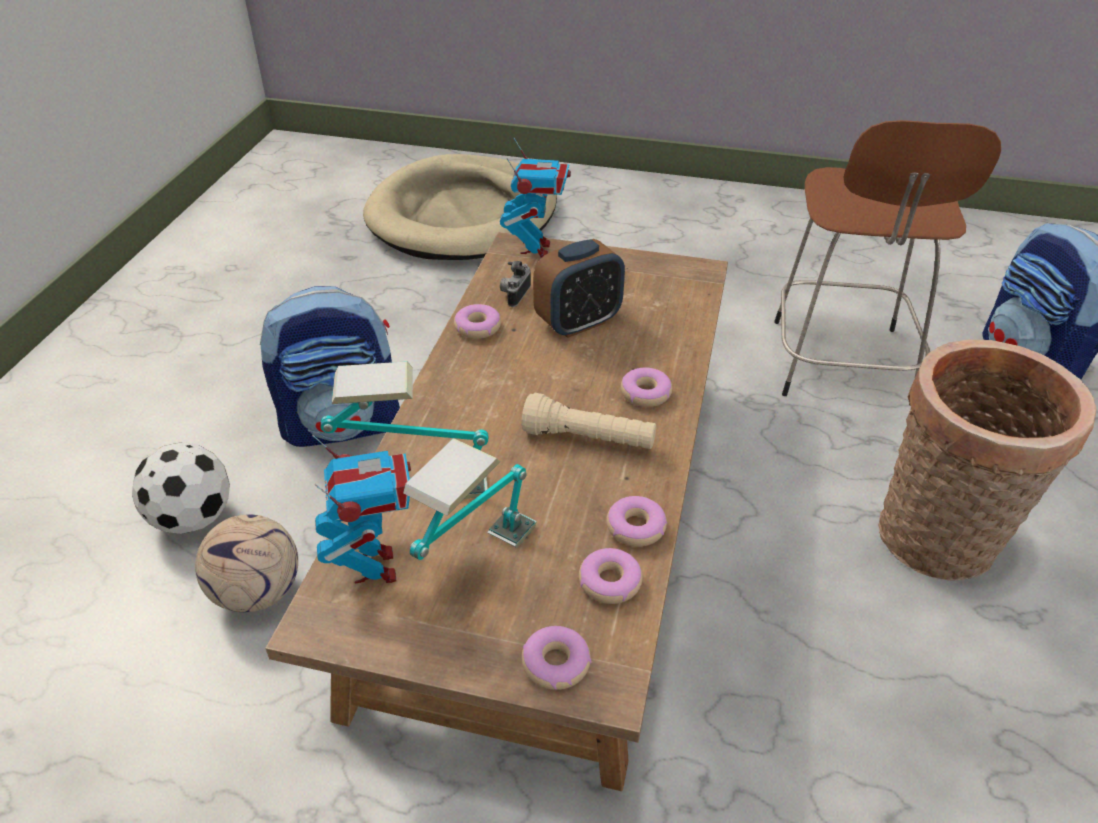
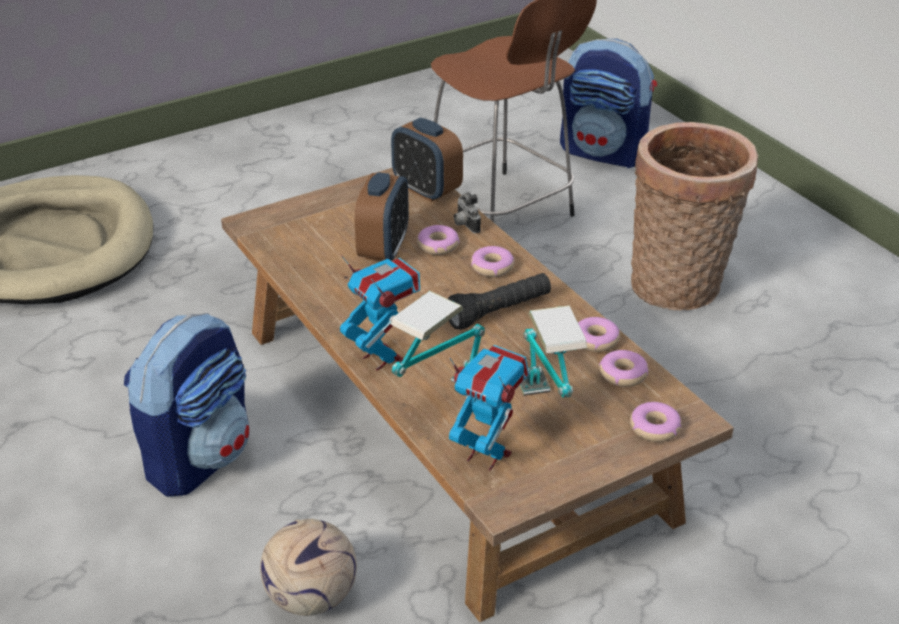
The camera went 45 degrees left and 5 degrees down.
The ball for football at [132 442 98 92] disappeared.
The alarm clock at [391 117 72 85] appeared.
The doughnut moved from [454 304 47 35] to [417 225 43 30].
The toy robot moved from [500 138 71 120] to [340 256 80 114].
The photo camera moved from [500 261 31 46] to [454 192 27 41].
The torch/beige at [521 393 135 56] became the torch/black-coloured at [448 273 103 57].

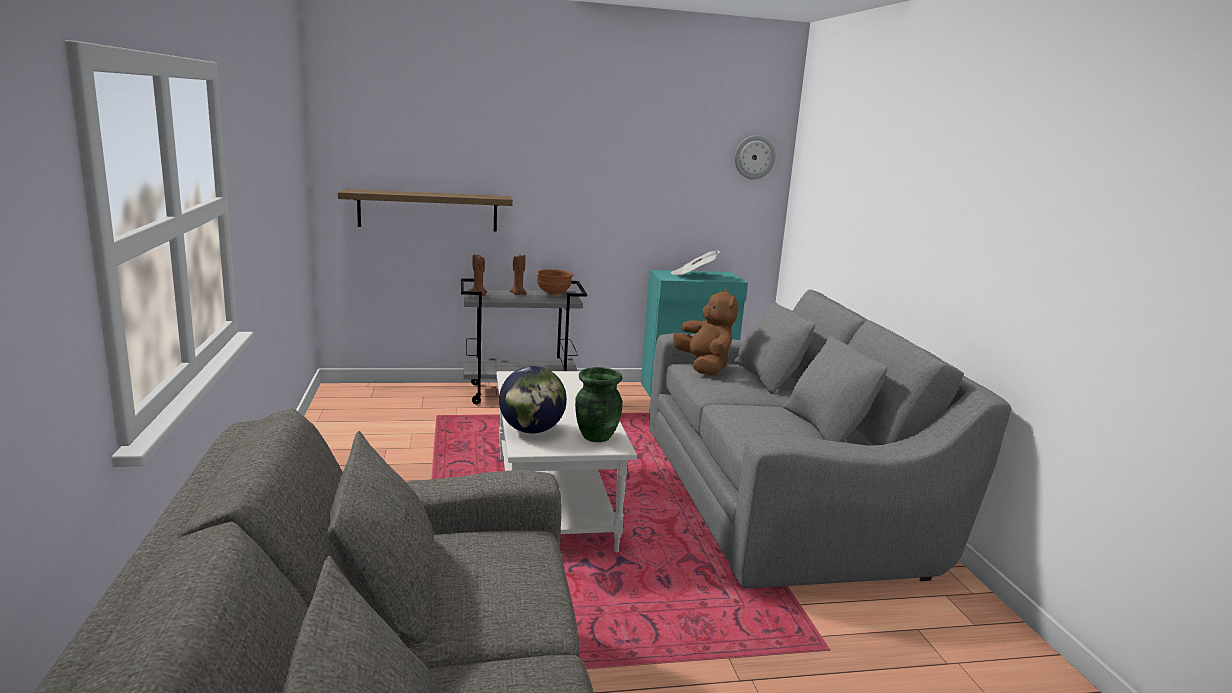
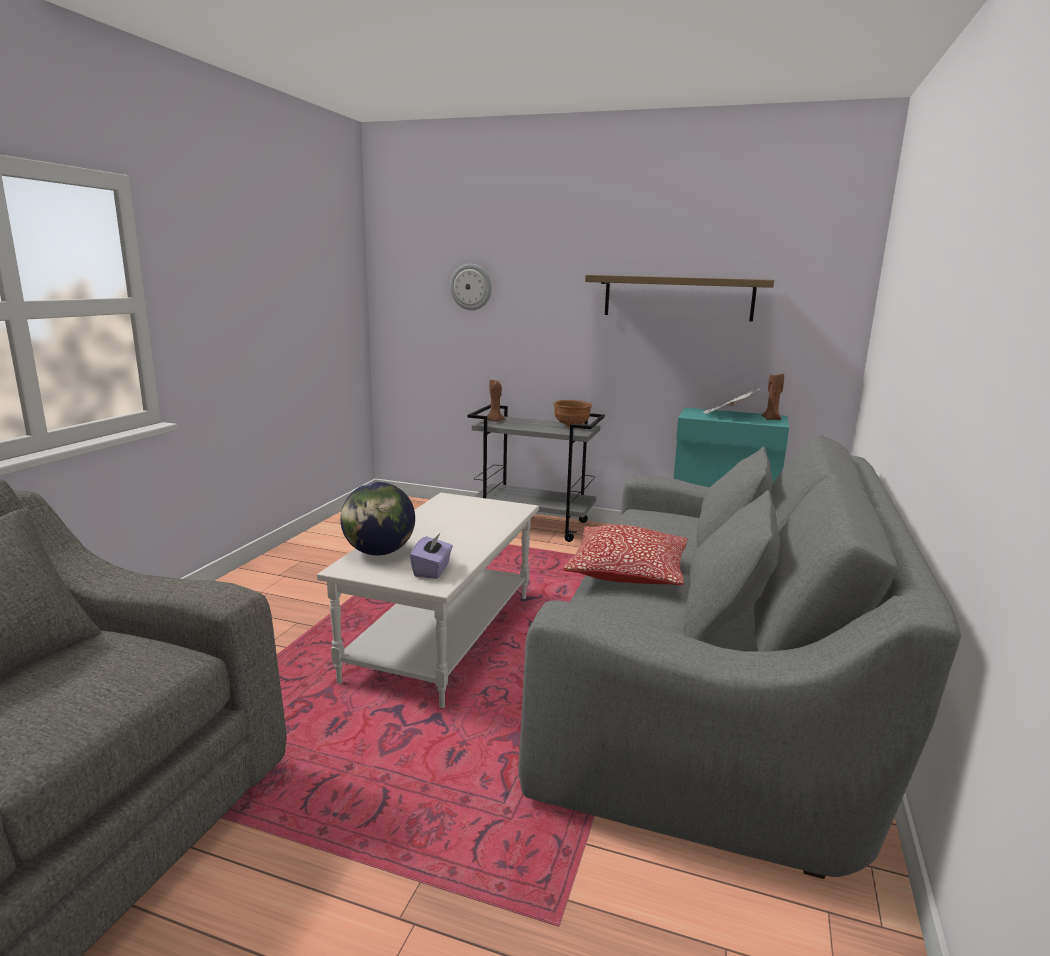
The camera went 30 degrees right and 0 degrees up.
The soft toy/brownish at [673 289 65 87] disappeared.
The pillow at [563 524 125 61] appeared.
The shelf moved from [338 189 175 43] to [585 275 189 47].
The wax light/brownish moved from [510 255 17 40] to [761 374 23 46].
The hanging clock moved from [735 135 41 44] to [450 264 42 46].
The decorative vase/green at [575 367 48 75] was replaced by the tissue box/purple at [410 532 43 47].

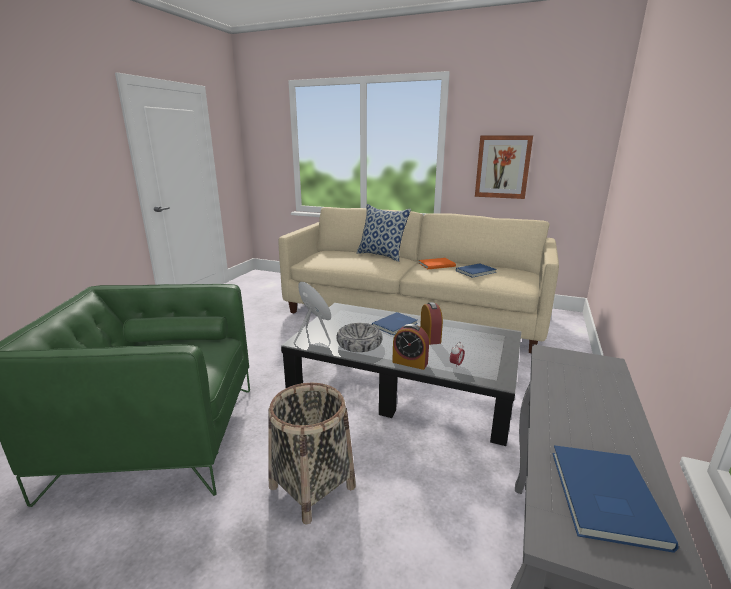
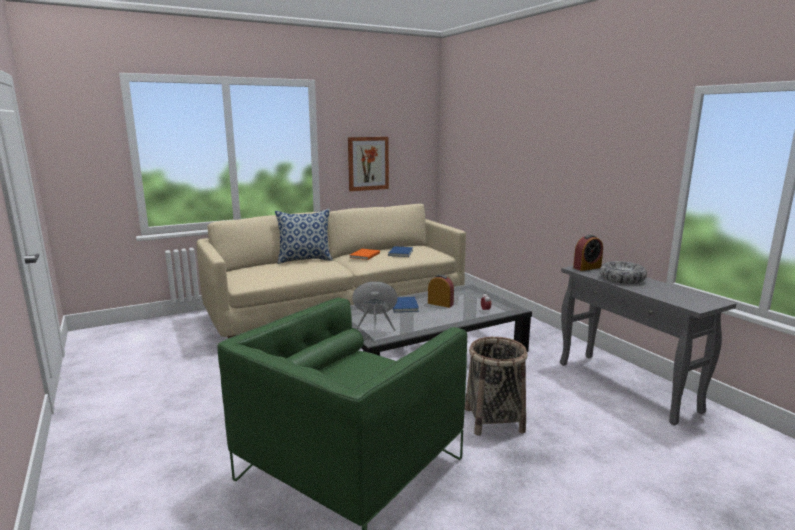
The camera went 50 degrees left and 5 degrees down.
The bound book/blue-coloured at [552 445 127 108] disappeared.
The serving bowl moved from [336 323 47 29] to [600 261 47 23].
The alarm clock moved from [392 324 37 46] to [573 235 30 36].

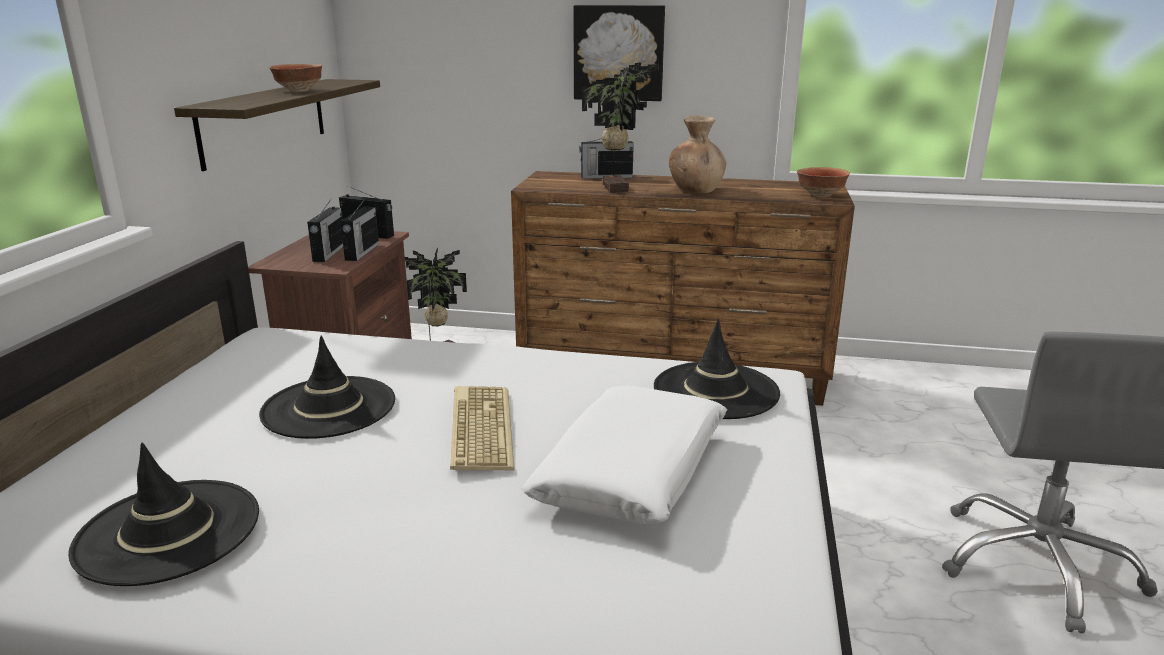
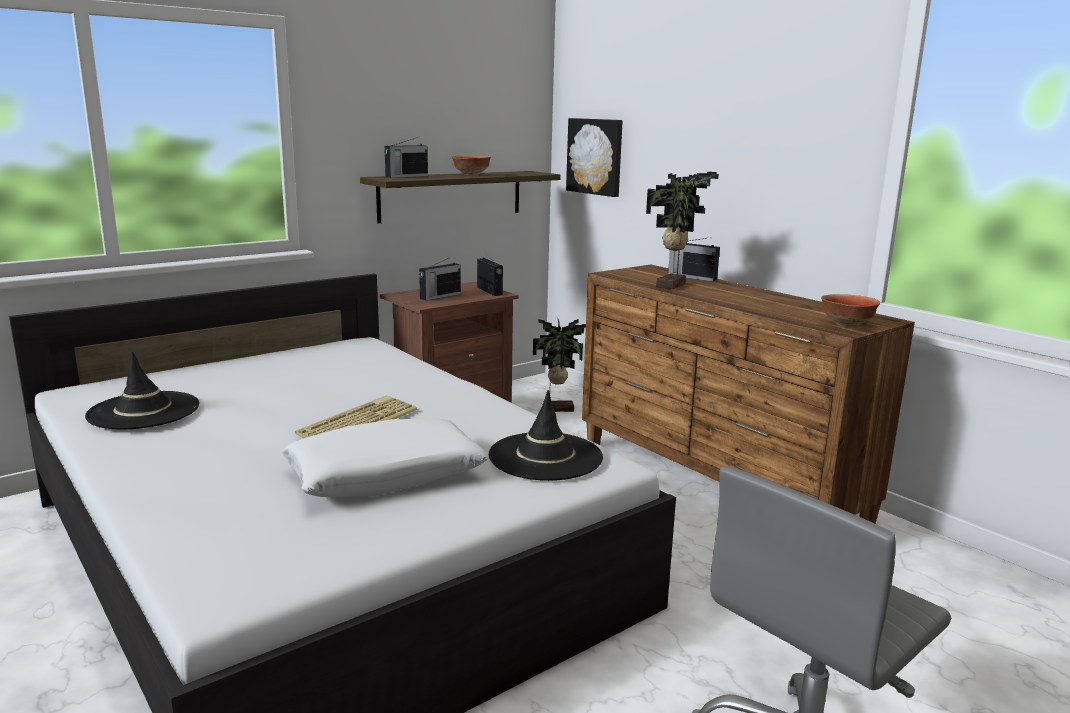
The camera went 40 degrees right and 5 degrees down.
The wearable hat/black-coloured at [259 336 136 103] disappeared.
The decorative vase/brownish at [669 116 57 77] disappeared.
The radio receiver moved from [340 198 39 63] to [384 137 44 41].
The wall art moved from [573 5 92 96] to [566 118 57 79].

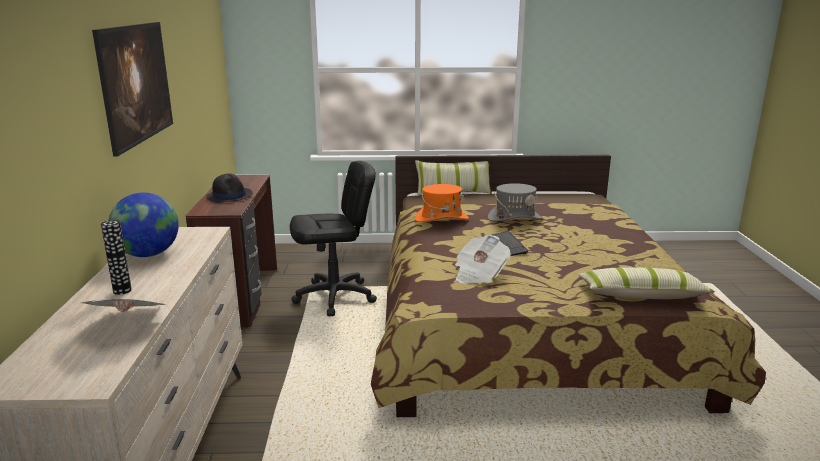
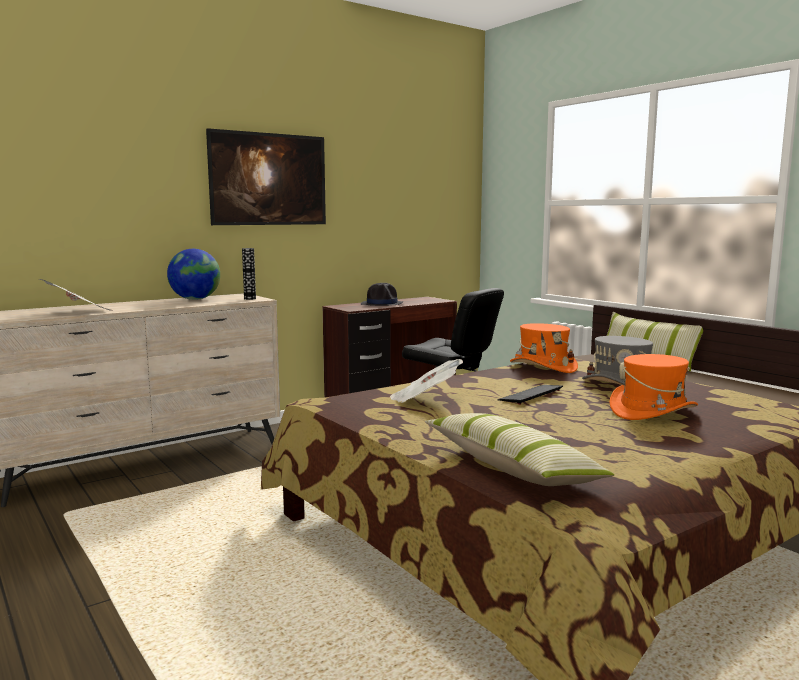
The camera went 55 degrees right and 10 degrees down.
The wearable hat/orange at [609 354 89 66] appeared.
The decorative vase moved from [101 220 31 75] to [242 248 14 52].

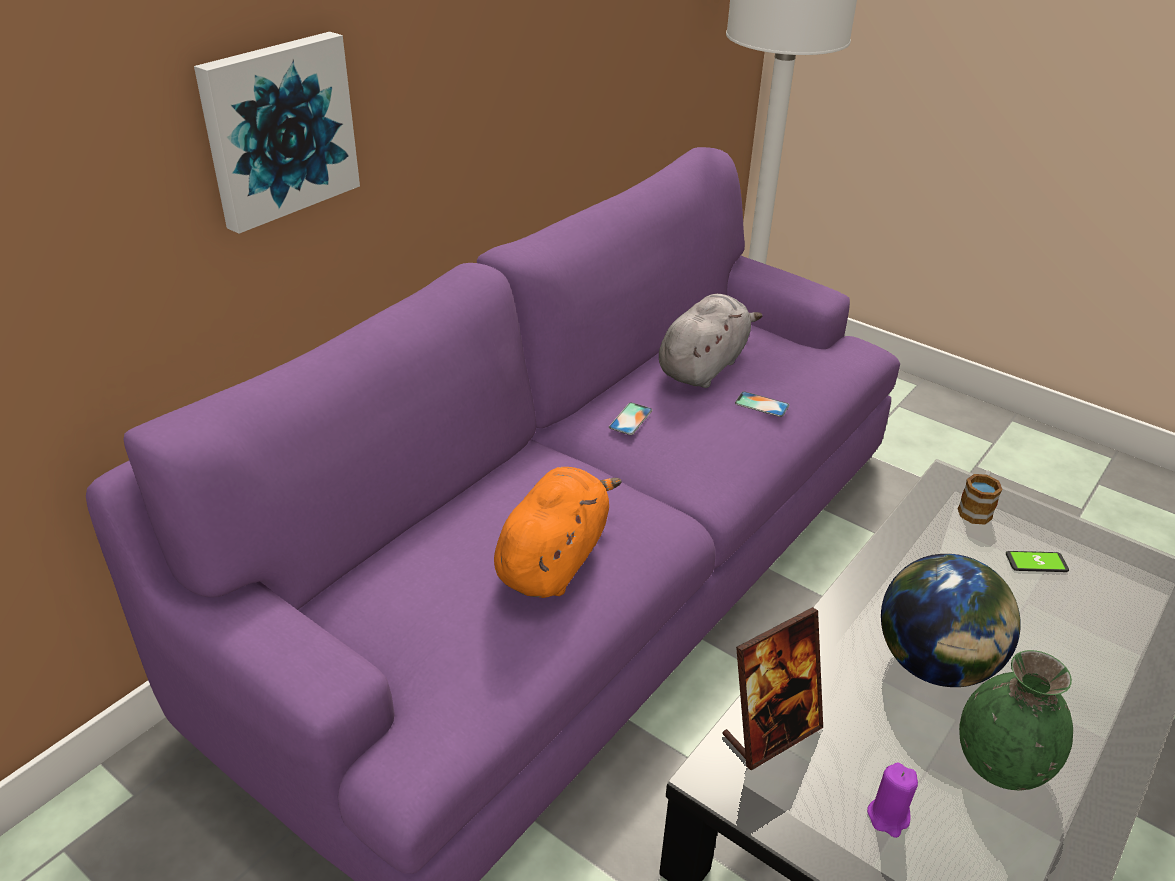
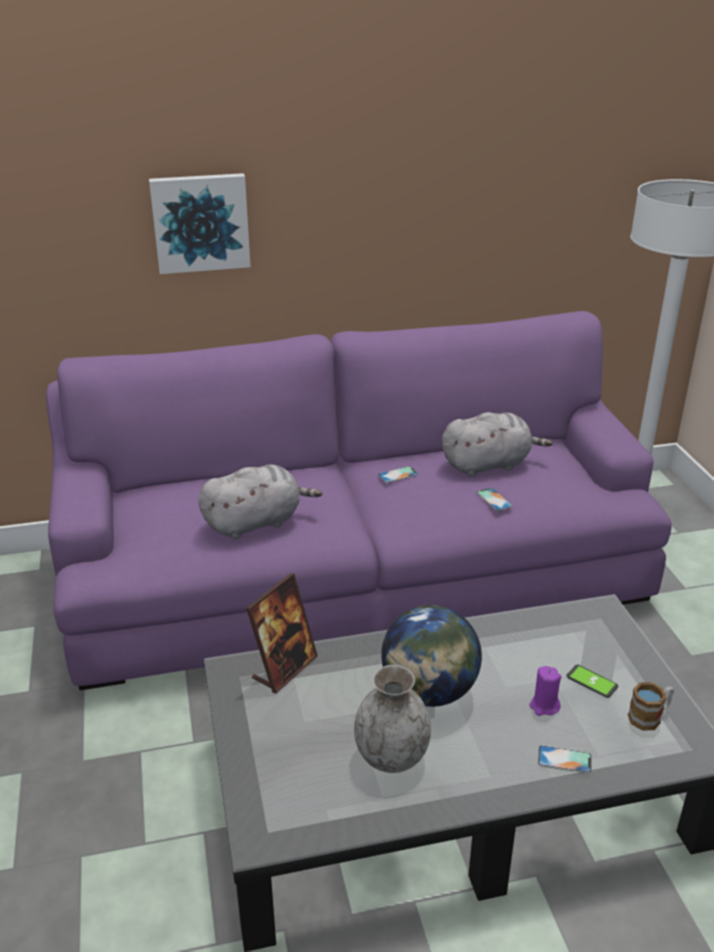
The camera went 40 degrees right and 5 degrees down.
The telephone at [538 745 54 29] appeared.
The wax light/purple moved from [867 762 51 76] to [529 666 32 50].
The mug moved from [957 470 46 55] to [628 682 46 49].
The soft toy/orange at [494 467 128 131] became the soft toy/greyish at [198 465 124 74].
The decorative vase/green at [959 650 114 141] became the decorative vase/greyish at [354 665 77 108].
The picture frame at [722 607 101 164] turned 60 degrees counterclockwise.

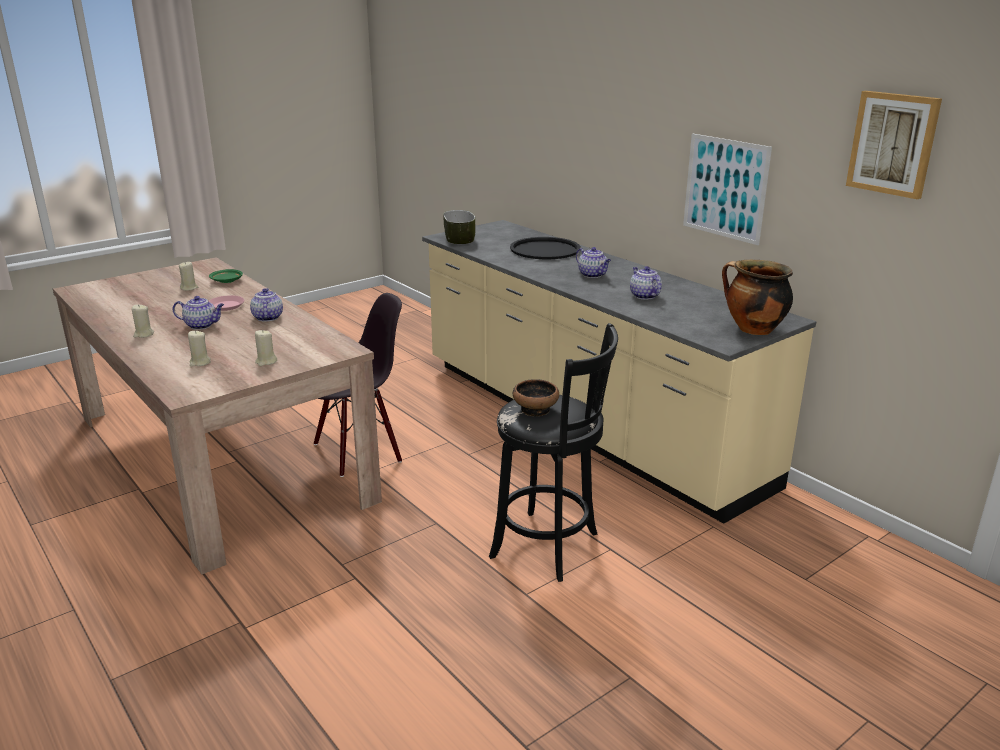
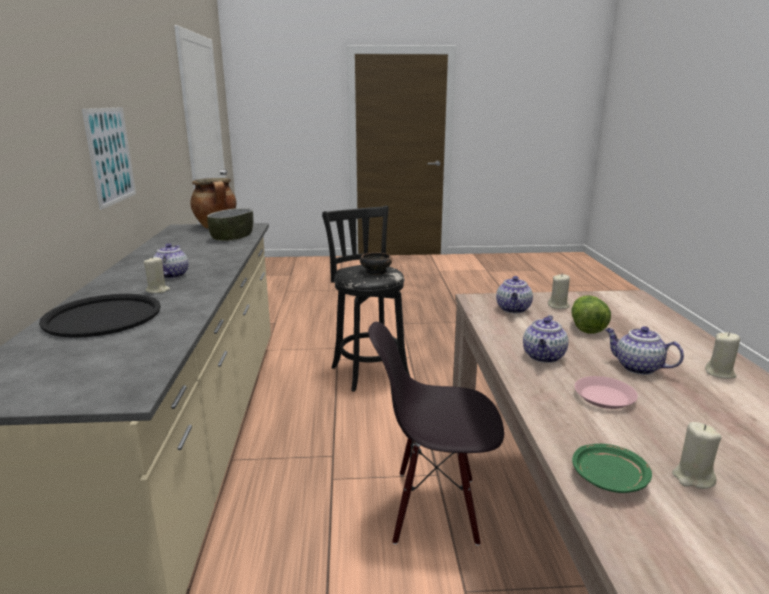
The camera went 145 degrees left and 5 degrees down.
The wall art at [846 91 96 108] disappeared.
The lettuce at [571 295 40 39] appeared.
The wax light/beige moved from [188 330 23 36] to [144 256 26 37].
The serving bowl moved from [443 210 32 34] to [207 208 46 33].
The teapot moved from [630 266 32 33] to [496 276 37 37].

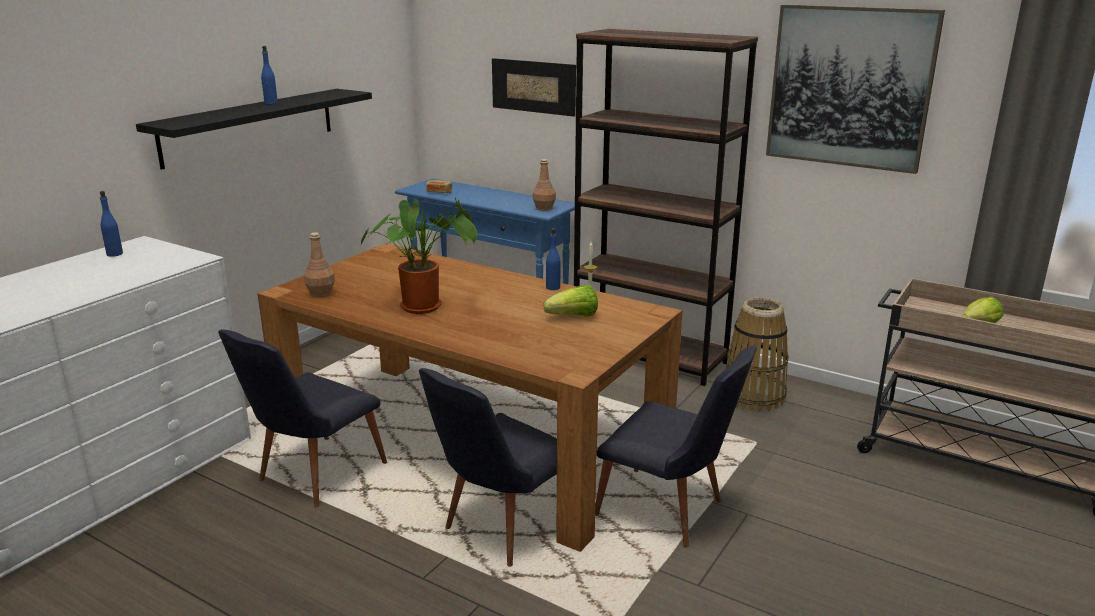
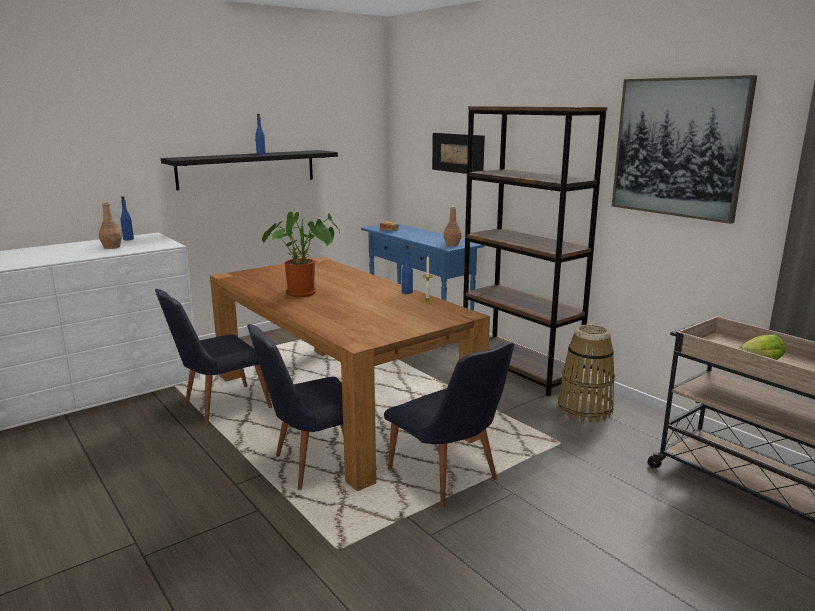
The camera went 20 degrees right and 5 degrees down.
The lettuce at [544 285 54 31] disappeared.
The drink bottle/brownish moved from [304 232 31 65] to [98 201 24 48].

